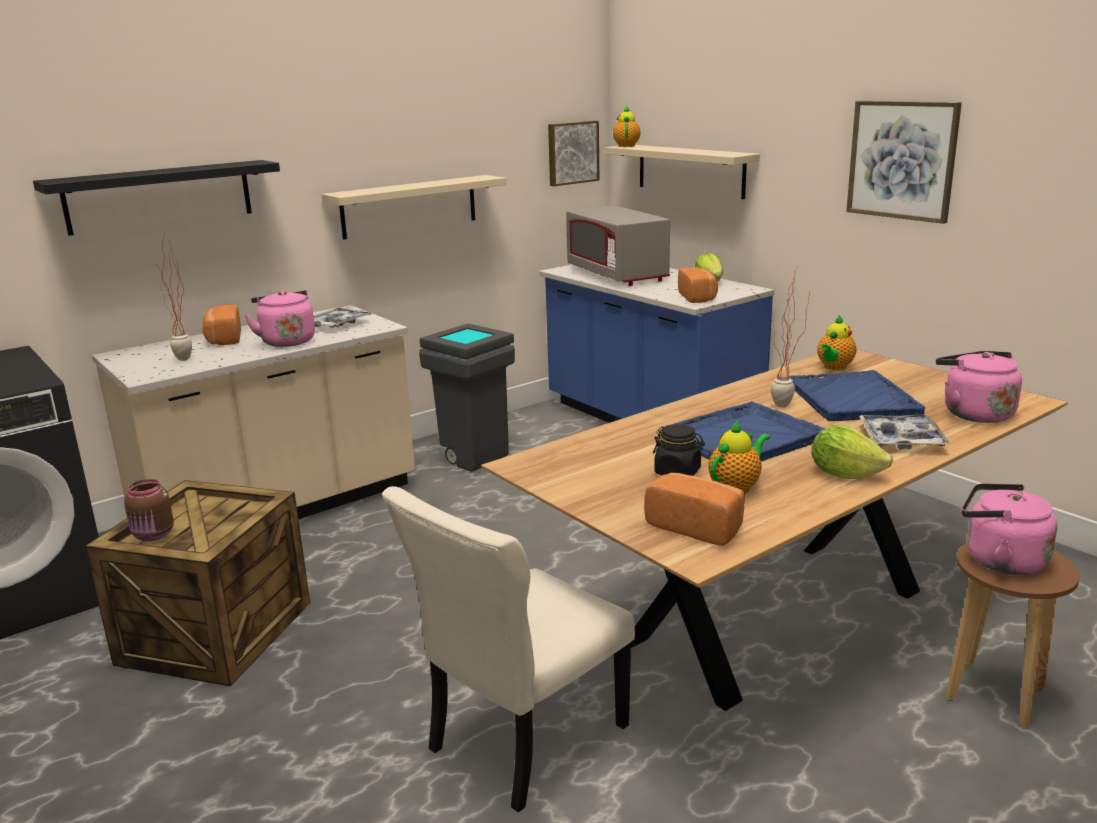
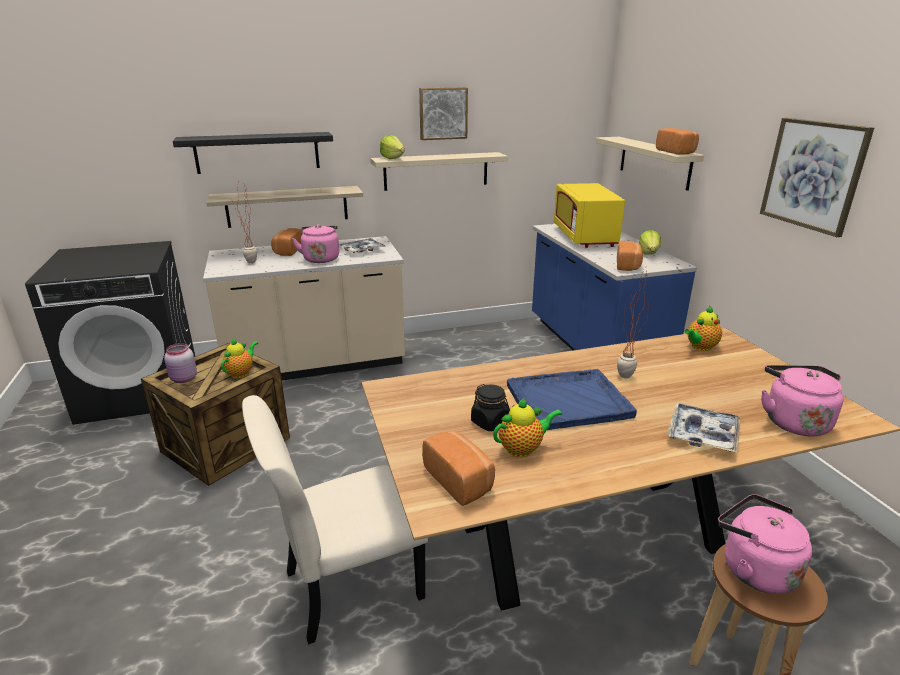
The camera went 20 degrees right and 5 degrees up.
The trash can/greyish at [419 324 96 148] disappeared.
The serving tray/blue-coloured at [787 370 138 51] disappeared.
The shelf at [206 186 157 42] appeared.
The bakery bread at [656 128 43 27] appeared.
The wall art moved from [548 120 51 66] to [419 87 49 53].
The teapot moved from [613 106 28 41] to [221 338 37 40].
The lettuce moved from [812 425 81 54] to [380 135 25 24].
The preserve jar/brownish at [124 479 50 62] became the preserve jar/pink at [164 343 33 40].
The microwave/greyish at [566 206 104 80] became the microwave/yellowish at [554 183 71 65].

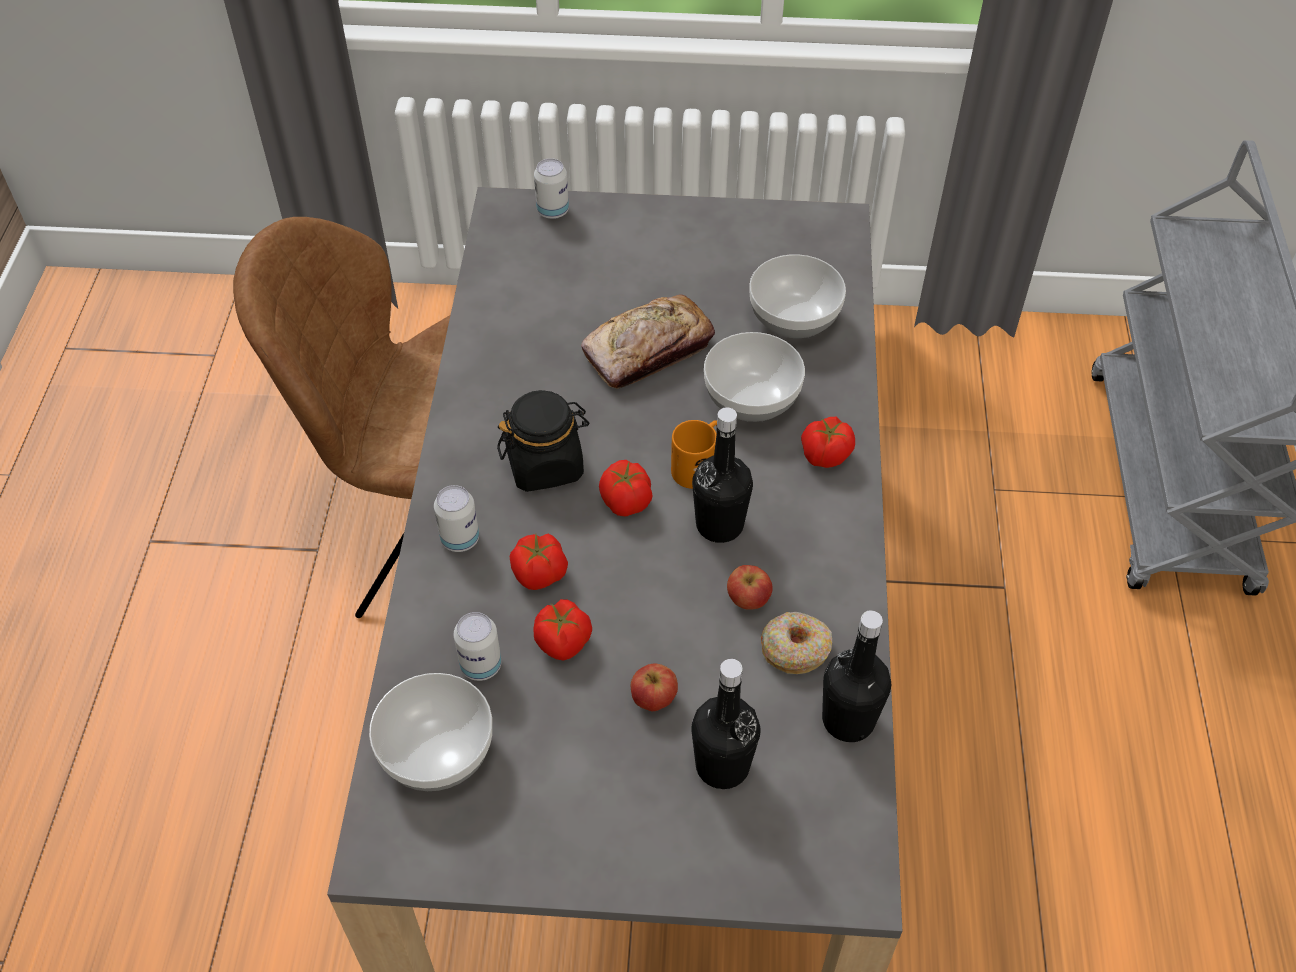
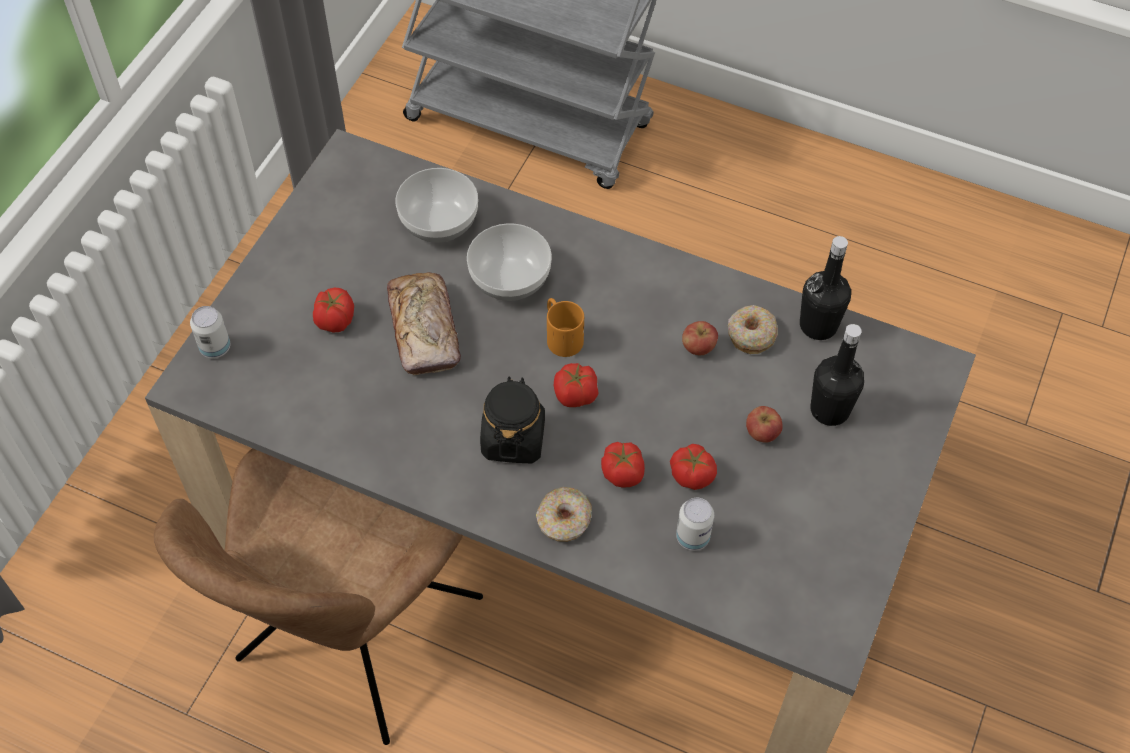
The camera went 70 degrees left and 5 degrees up.
The serving bowl at [369 673 123 118] disappeared.
The drink bottle/black-coloured at [692 407 61 136] disappeared.
The whole tomato moved from [801 417 54 51] to [313 288 41 44].
The metal can at [434 485 45 67] was replaced by the doughnut at [536 487 56 55].

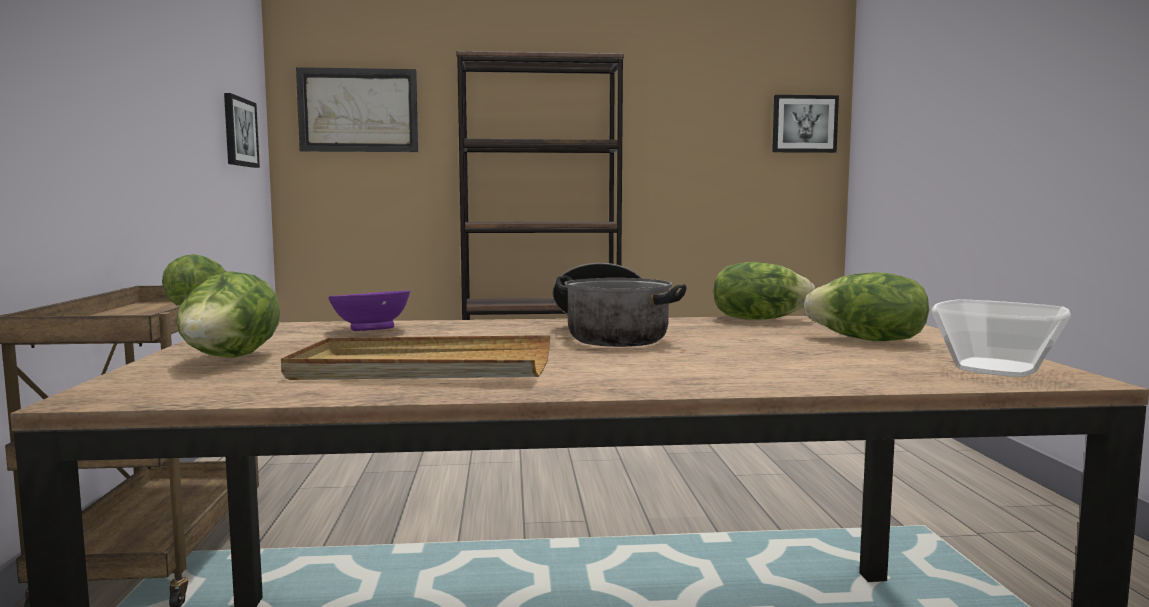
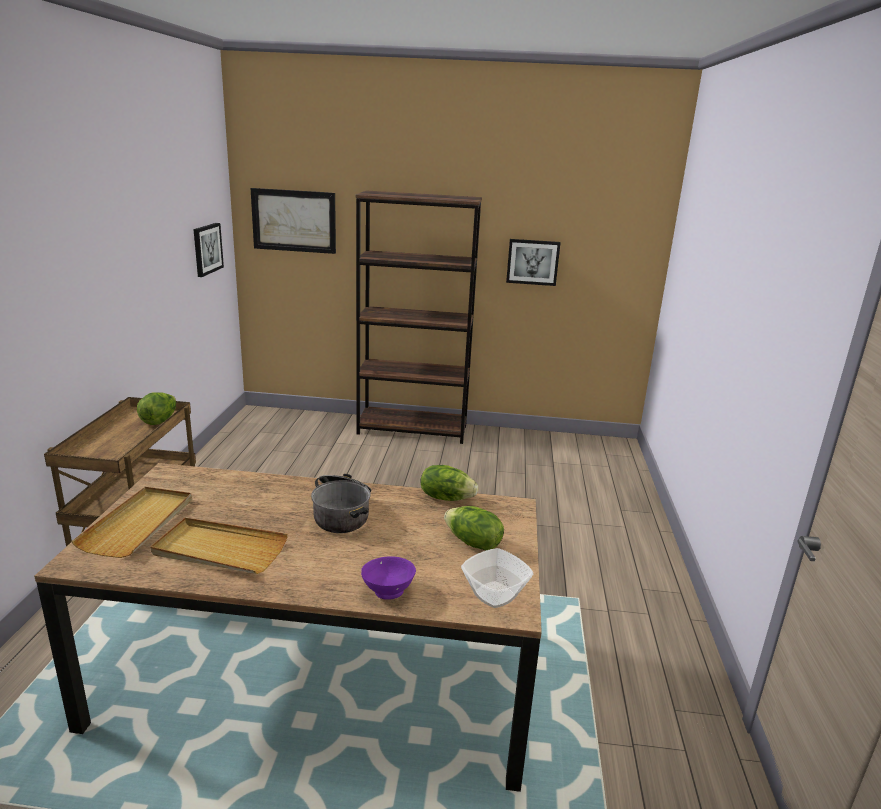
The camera went 10 degrees right and 15 degrees up.
The serving bowl/purple moved from [328 290 82 41] to [361 556 55 44].
The wall art moved from [772 95 67 58] to [506 239 55 47].
The lettuce at [176 271 104 87] was replaced by the serving tray/beige at [71 487 121 71].

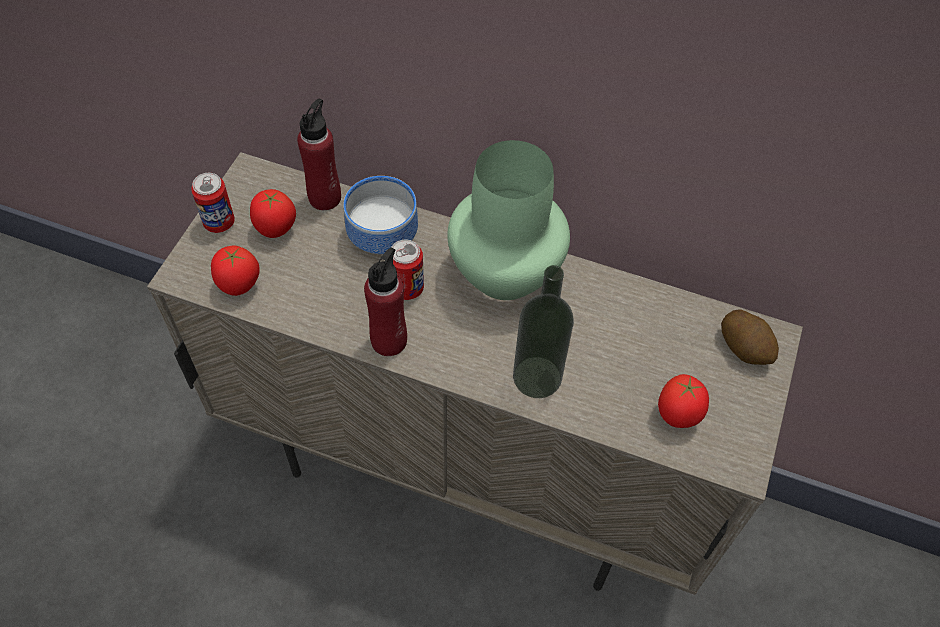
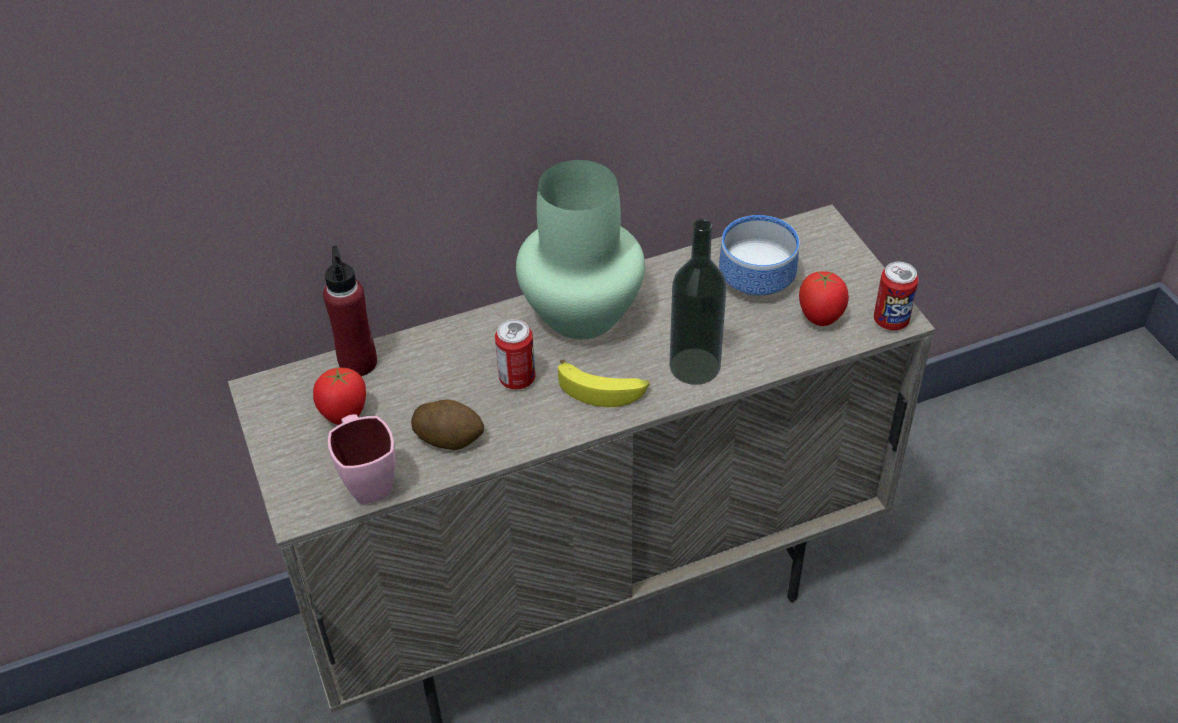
The camera went 40 degrees left and 10 degrees down.
The drink bottle/red-coloured at [364 248 43 108] disappeared.
The banana fruit at [558 360 92 47] appeared.
The metal can moved from [191 173 44 60] to [874 262 44 68].
The serving bowl moved from [343 176 75 78] to [719 215 80 81].
The whole potato moved from [721 309 58 56] to [411 399 73 51].
The whole tomato at [211 246 49 50] was replaced by the mug/pink at [328 414 67 90].

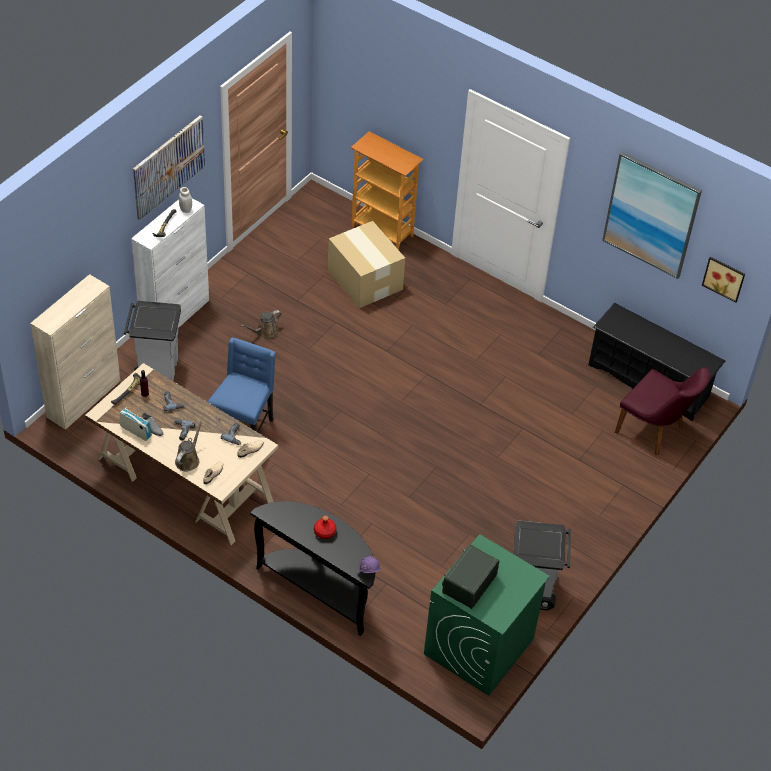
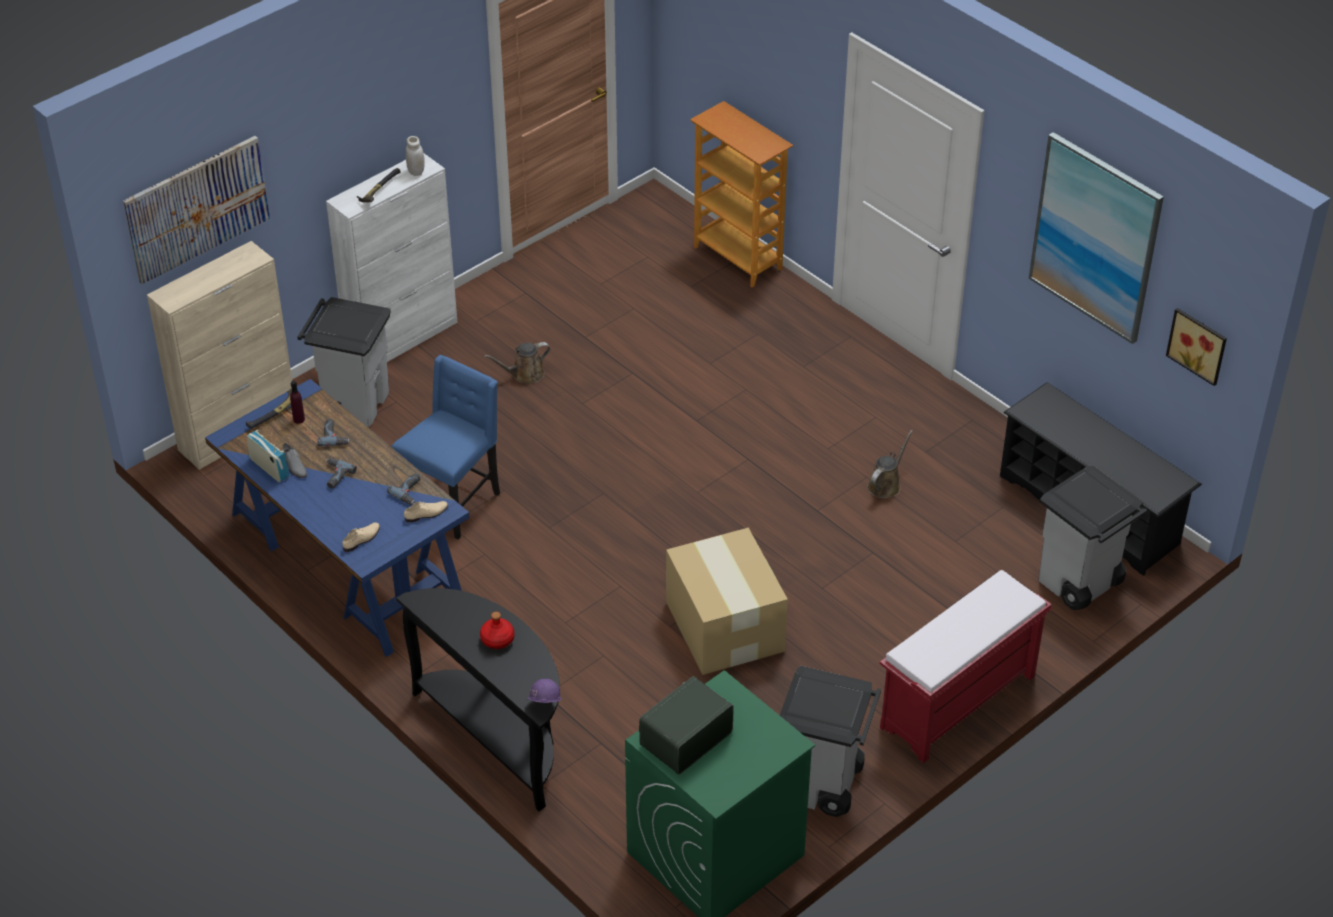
The camera went 15 degrees right and 5 degrees down.
The bench/red-coloured at [880 570 172 193] appeared.
The wall art moved from [133 115 72 105] to [123 136 147 148].
The watering pot/brownish moved from [175 419 28 52] to [867 430 46 69].
The carton moved from [328 221 77 87] to [666 527 122 148].
The chair/purple at [615 367 95 88] was replaced by the trash can/greyish at [1038 465 109 145].
The desk table/beige at [85 363 193 182] became the desk table/blue-coloured at [205 379 264 278].

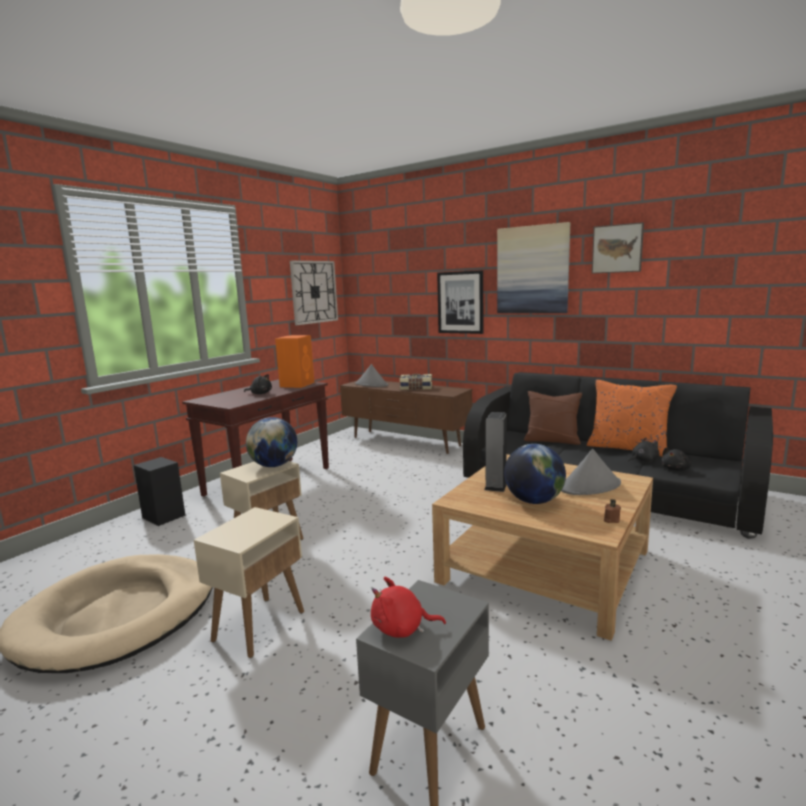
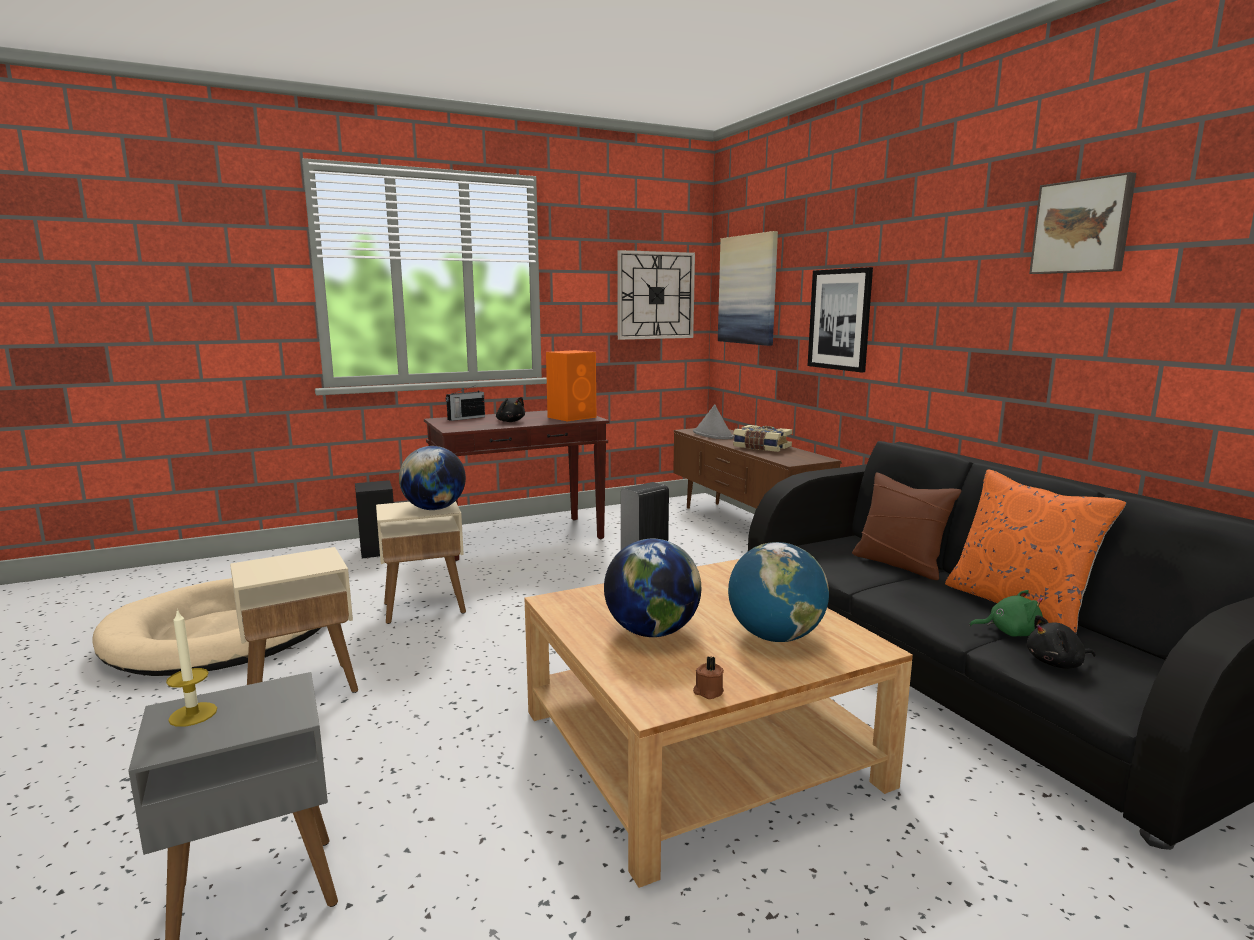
The camera went 30 degrees right and 0 degrees up.
The radio receiver at [446 385 39 36] appeared.
The wall art moved from [497 222 73 91] to [718 231 60 115].
The soft toy/red-coloured at [371 577 75 61] was replaced by the wax light at [166 609 51 118].
The wearable hat/greyish at [561 449 60 46] was replaced by the world globe at [728 542 101 100].
The soft toy/black-coloured at [627 437 32 25] became the soft toy/green at [969 590 74 47].

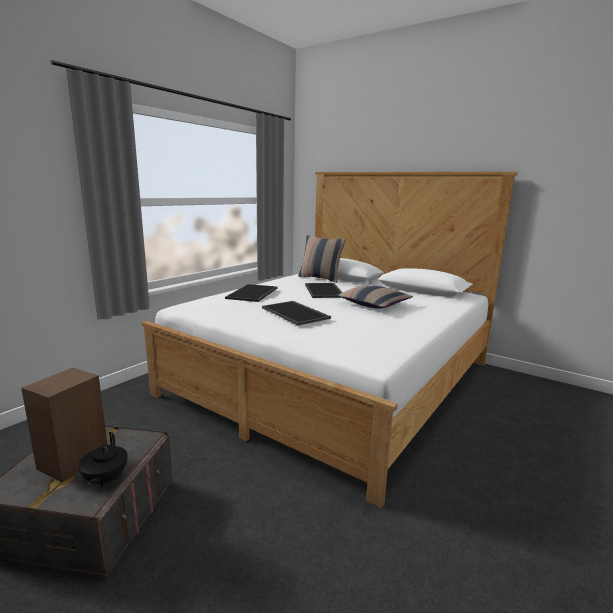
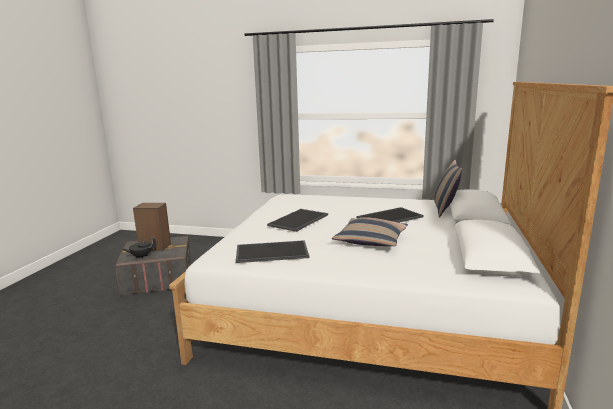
The camera went 70 degrees right and 0 degrees up.
The serving tray moved from [225 284 52 18] to [236 240 73 23].

